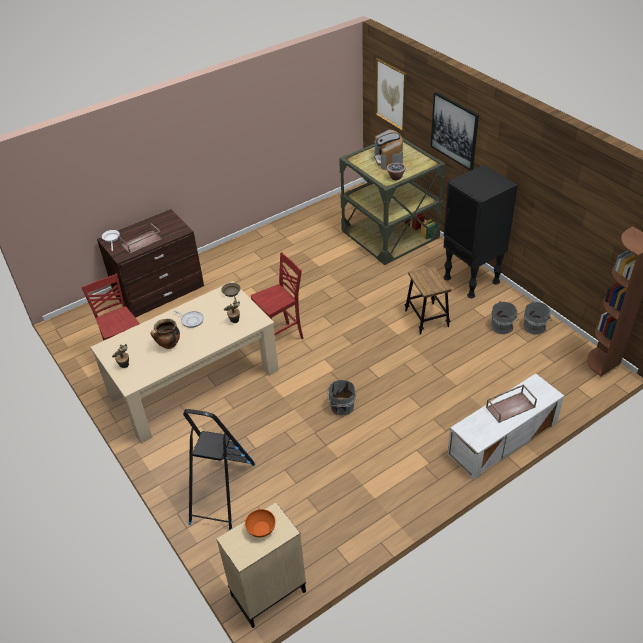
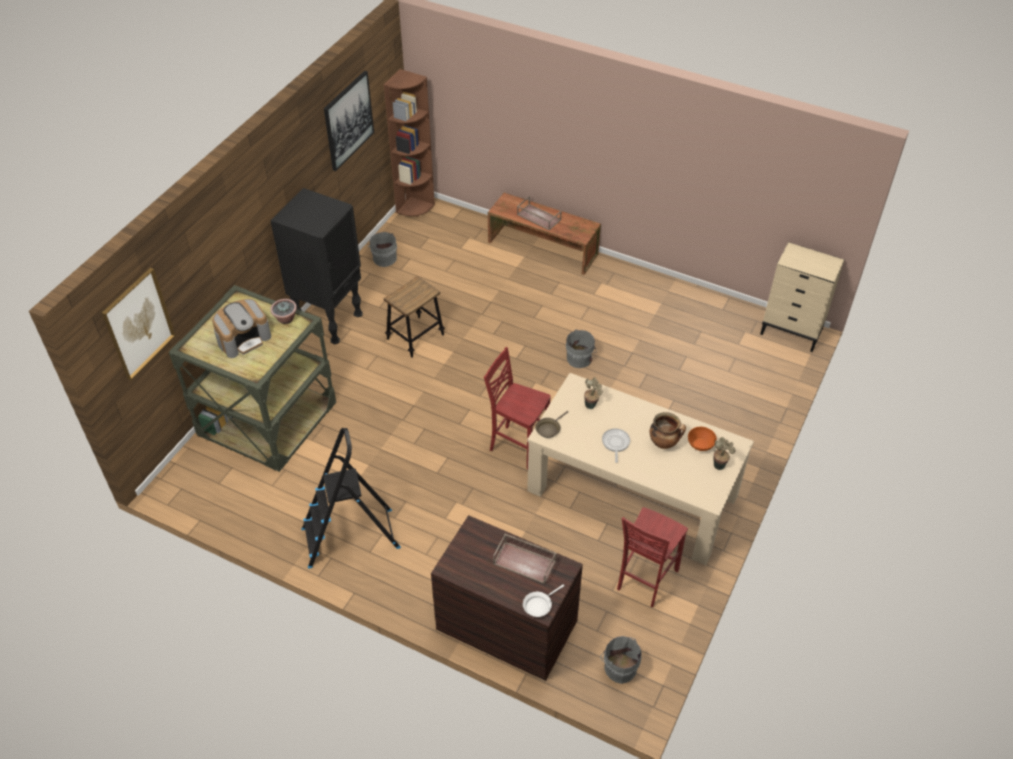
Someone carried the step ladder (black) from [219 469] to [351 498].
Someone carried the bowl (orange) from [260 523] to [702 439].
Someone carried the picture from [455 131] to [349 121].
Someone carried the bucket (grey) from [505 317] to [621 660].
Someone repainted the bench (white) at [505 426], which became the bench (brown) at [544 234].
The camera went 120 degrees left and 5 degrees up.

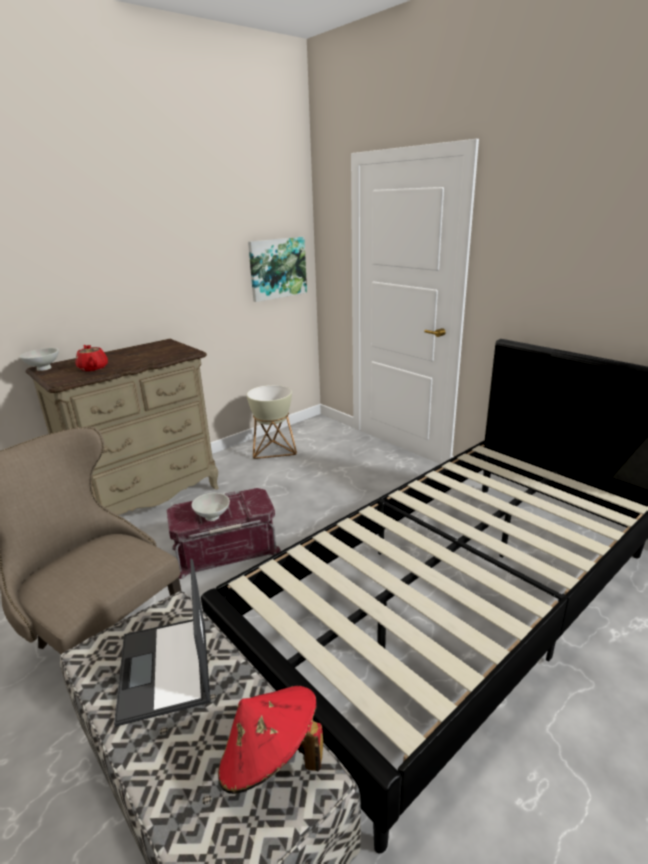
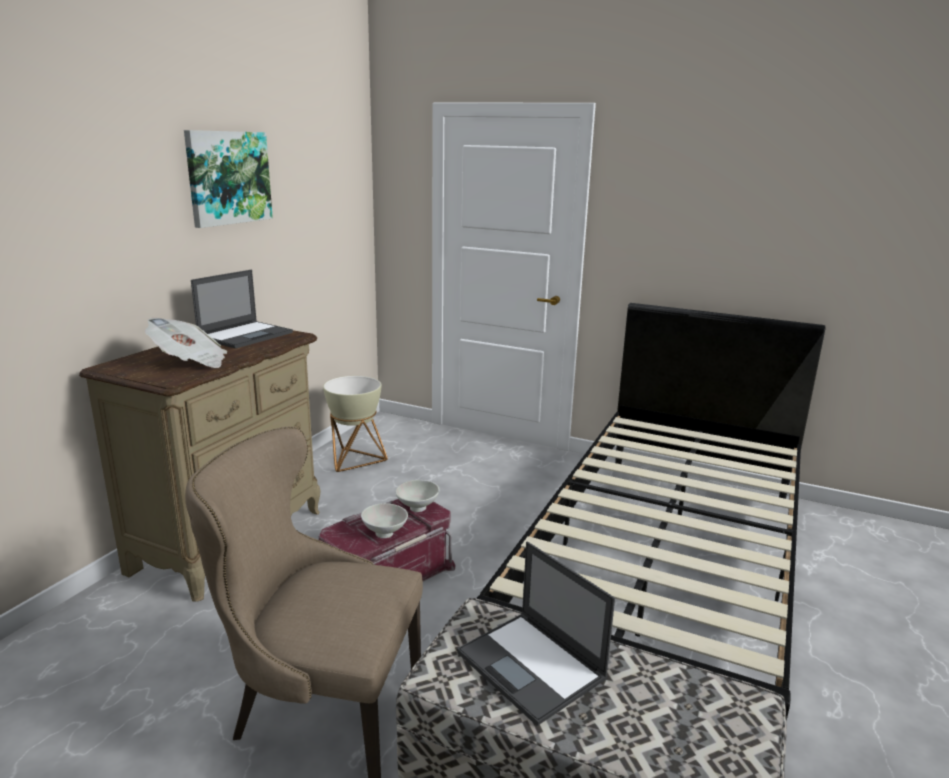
Someone took away the hat (red) at [270 740].
Someone put down the laptop at [242 309].
Someone carried the bowl (white) from [39 359] to [417 496].
Someone carried the picture from [277 269] to [228 179].
Someone swapped the teapot (red) at [91 358] for the newspaper at [186 342].
The camera went 25 degrees left and 5 degrees down.

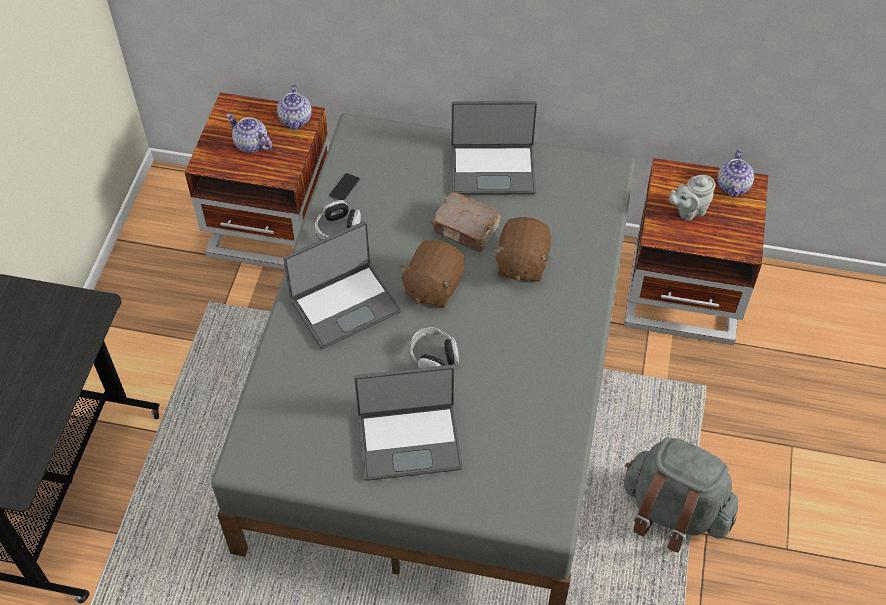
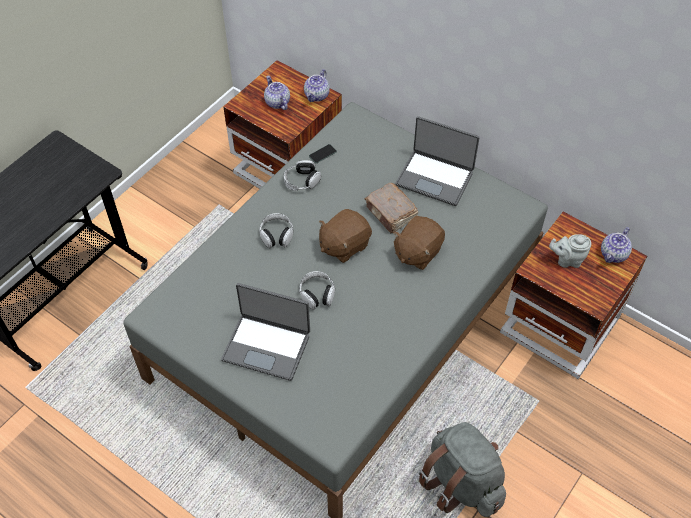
Someone swapped the laptop at [342 285] for the headphones at [276 230].
The camera went 25 degrees right and 0 degrees up.

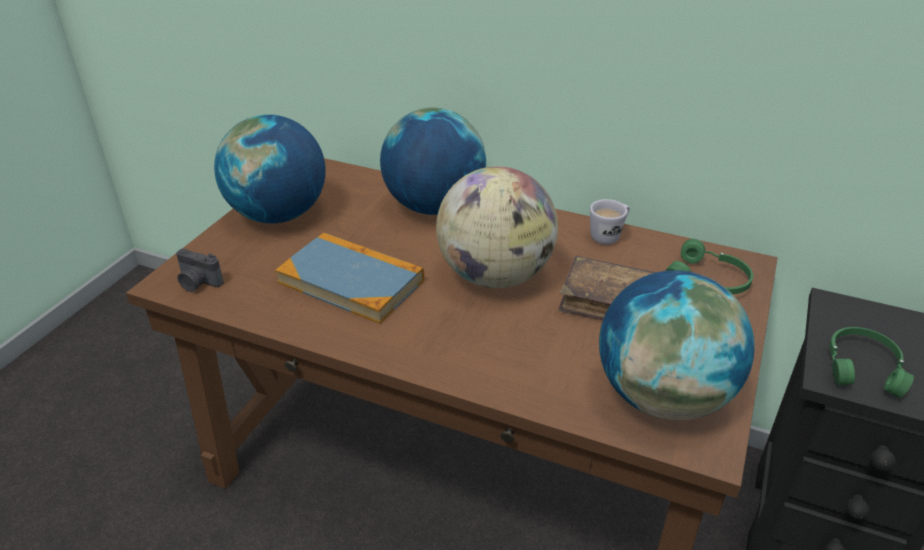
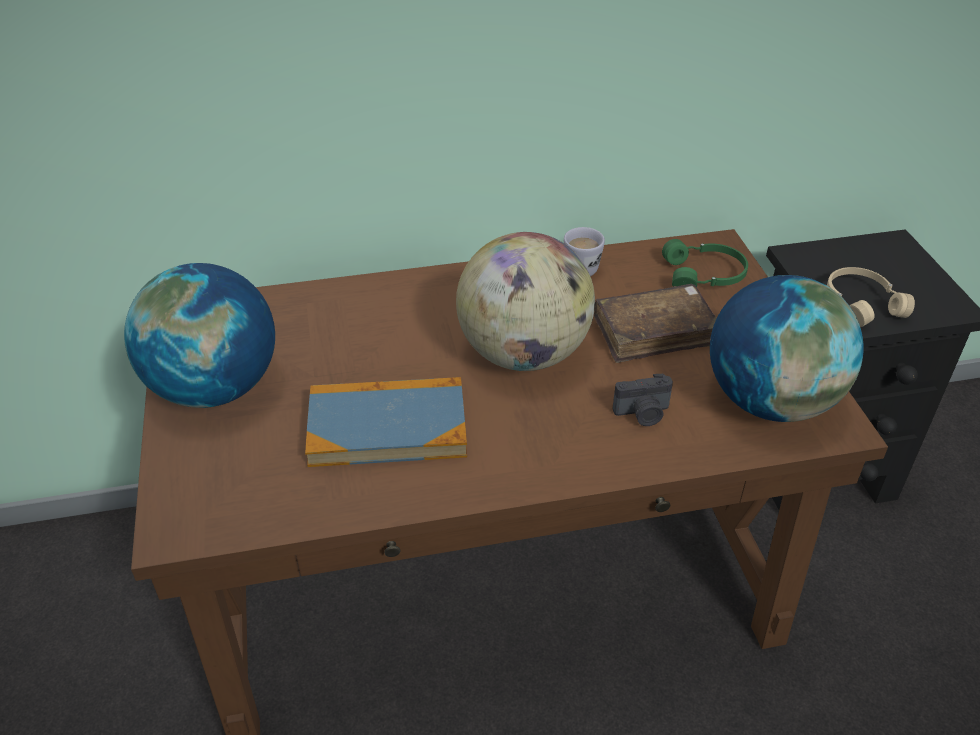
Someone took away the globe at [433 161].
Someone carried the photo camera from [200 270] to [643 400].
Someone repainted the headphones (green) at [871 362], which became the headphones (beige) at [871 297].
The camera went 35 degrees left and 5 degrees up.

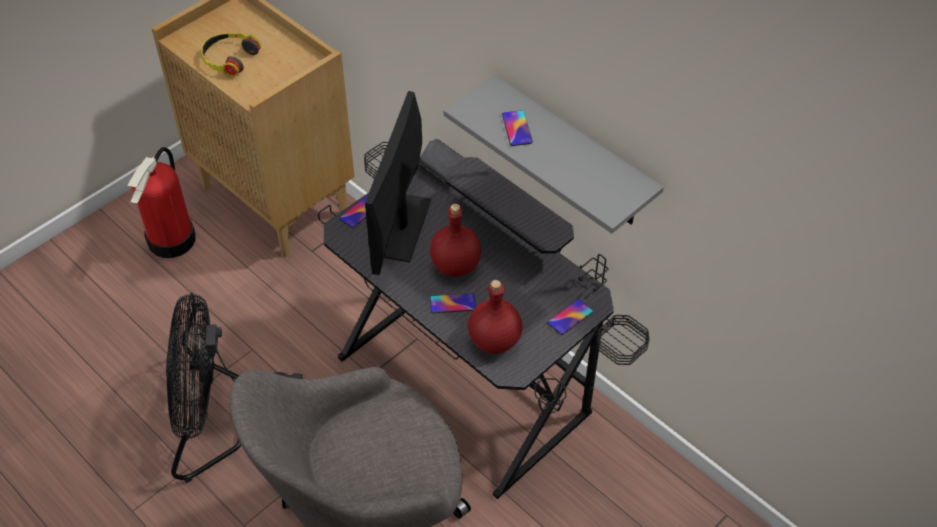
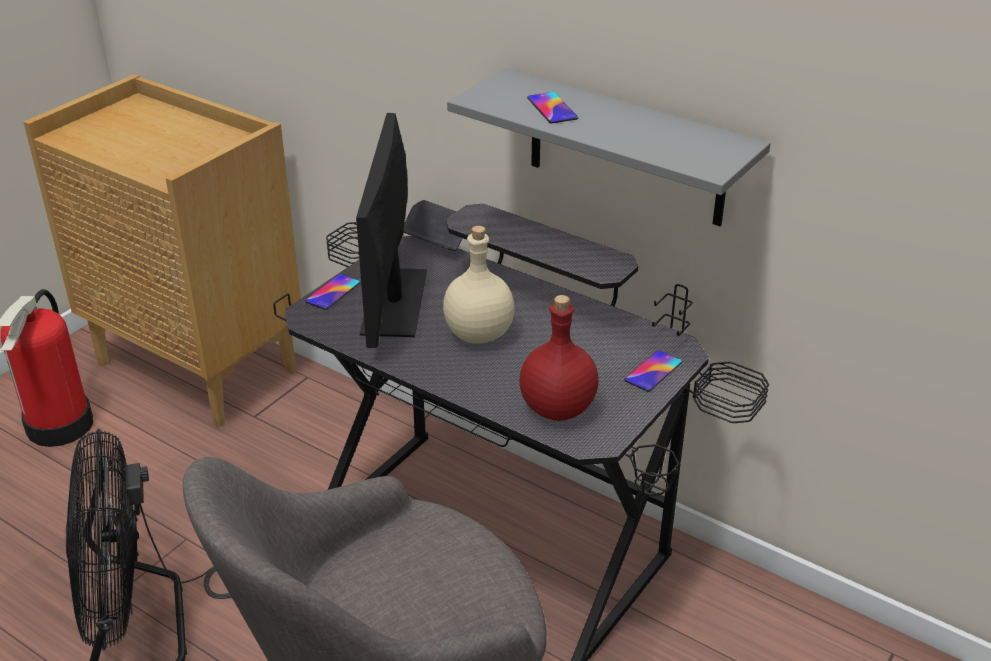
Someone took away the headphones at [231 55].
Someone took away the phone at [453 303].
Someone repainted the bottle (red) at [455 240], which became the bottle (beige) at [479 285].
The camera went 10 degrees left and 15 degrees down.

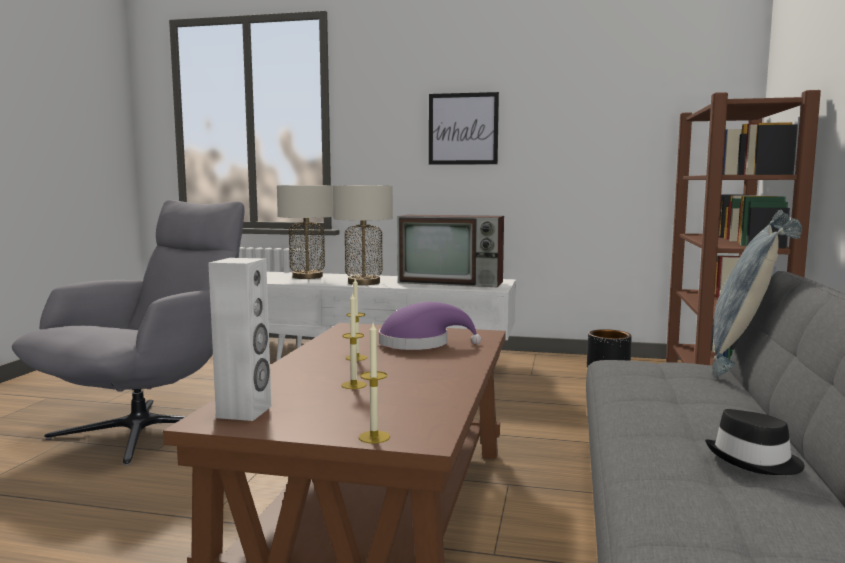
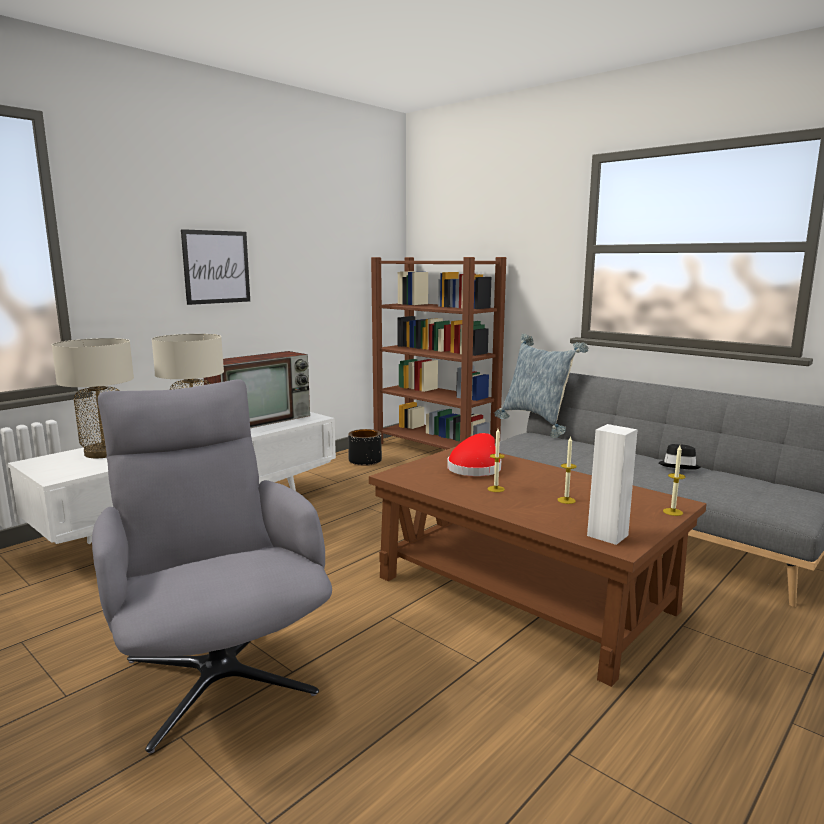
Someone repainted the hat (purple) at [430 326], which became the hat (red) at [474 454].
The camera went 60 degrees left and 5 degrees up.

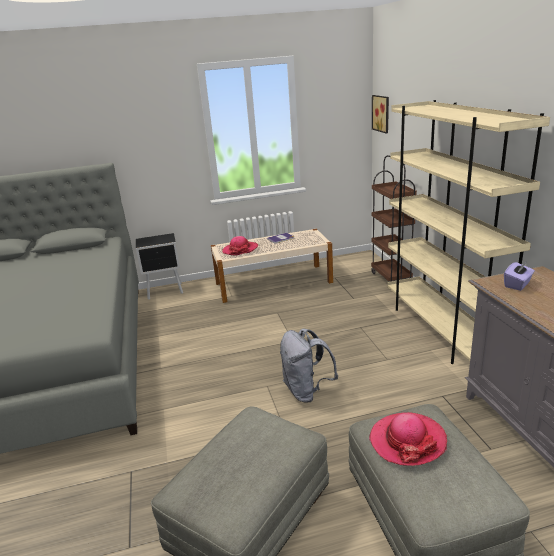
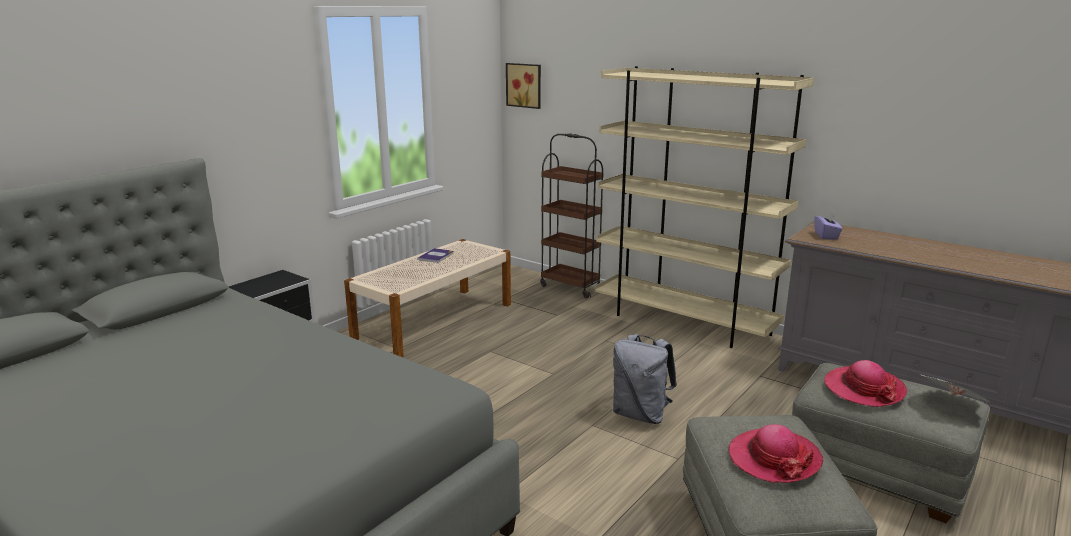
Someone put down the newspaper at [955 388].
Someone carried the hat from [240 245] to [776 453].
The camera went 40 degrees left and 5 degrees down.

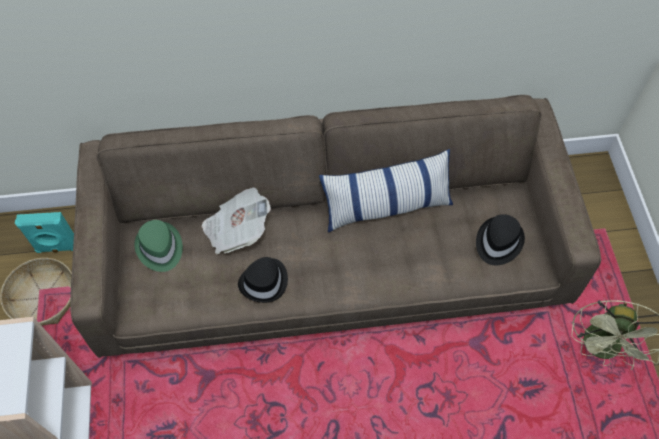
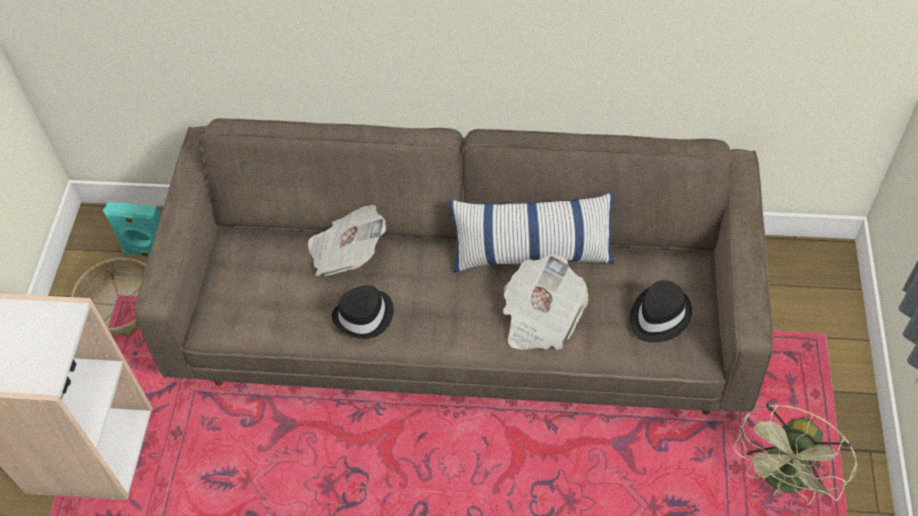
Someone took away the hat (green) at [158 246].
Someone put down the newspaper at [546 302].
The camera went 15 degrees right and 5 degrees down.

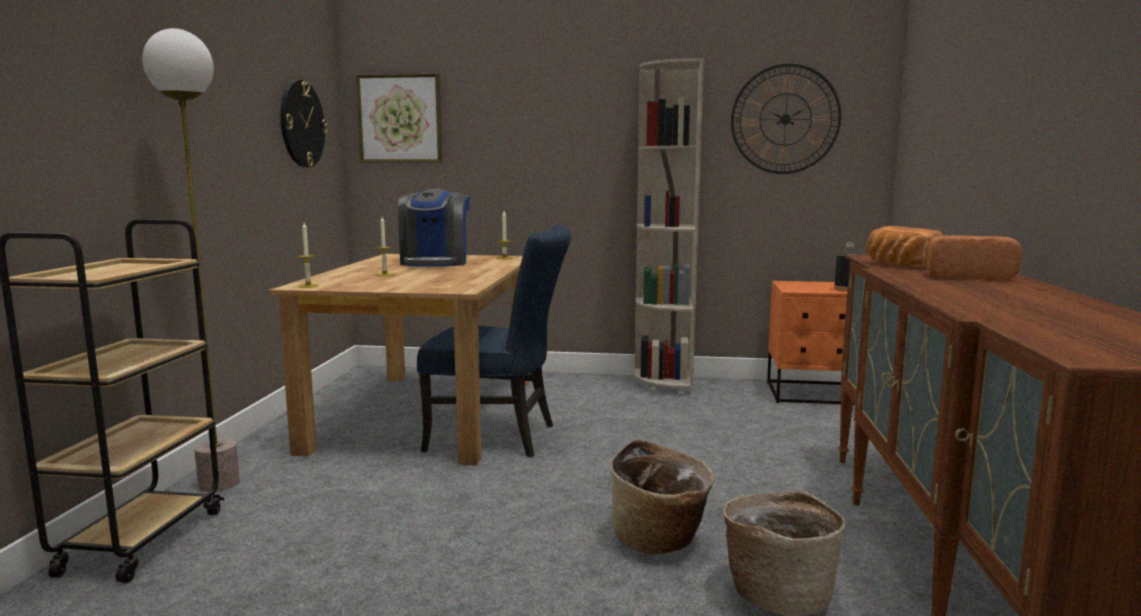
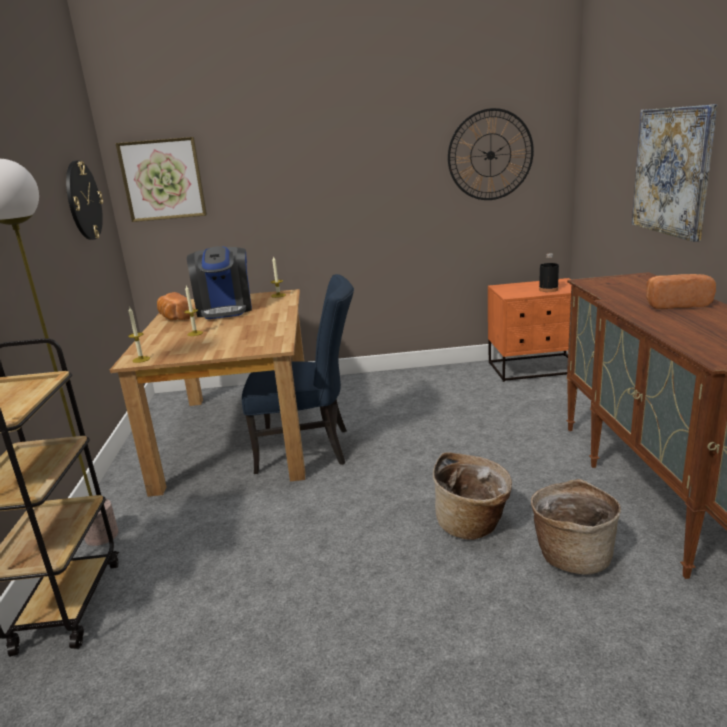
Someone took away the bookcase (beige) at [669 226].
Someone put up the picture at [674 173].
Someone carried the bread from [905 247] to [173 306].
The camera went 10 degrees left and 10 degrees up.

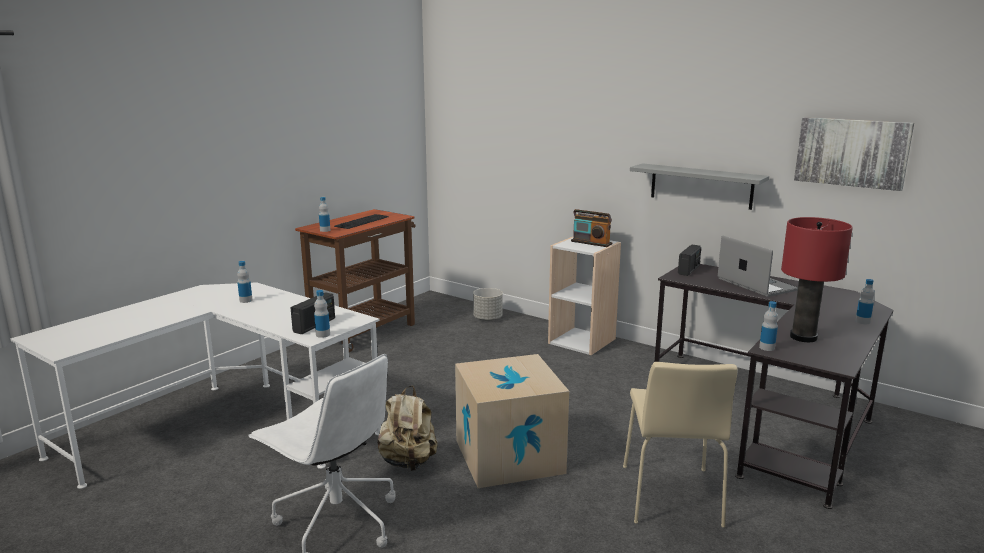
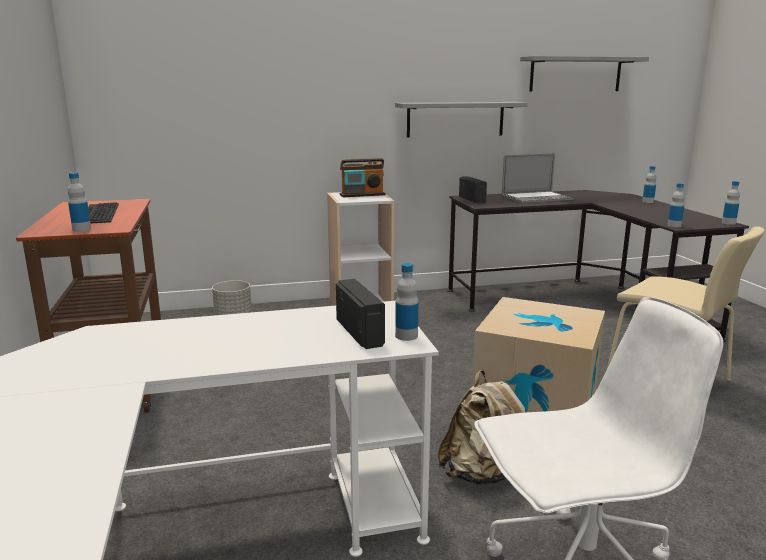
Someone took away the table lamp (red) at [817 279].
Someone carried the bottle from [244 282] to [731 203].
Someone swapped the picture at [854 154] for the shelf (grey) at [584 74].
Someone rotated the laptop at [758 266] by 150 degrees clockwise.
The camera went 50 degrees left and 0 degrees up.

